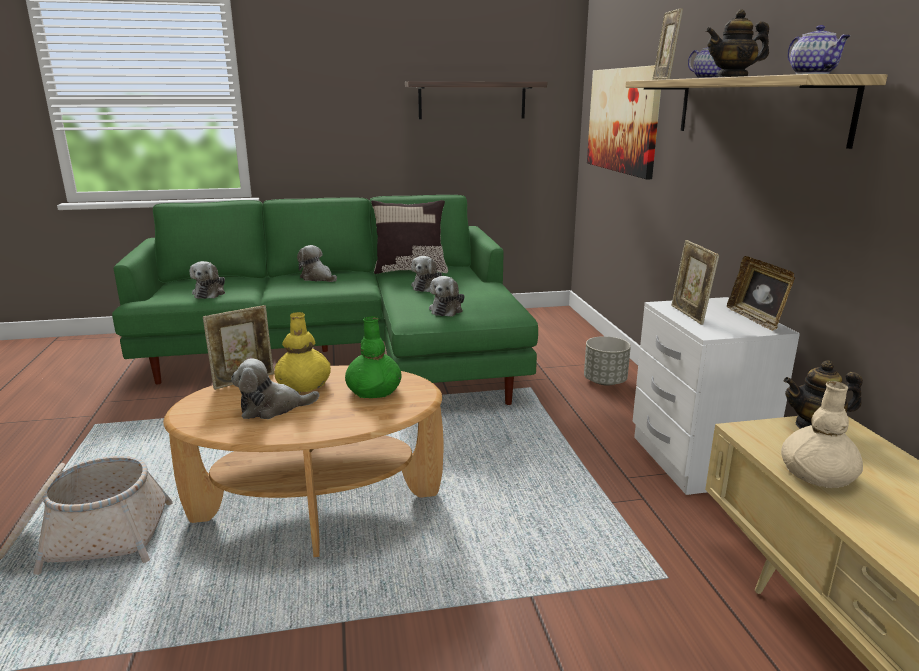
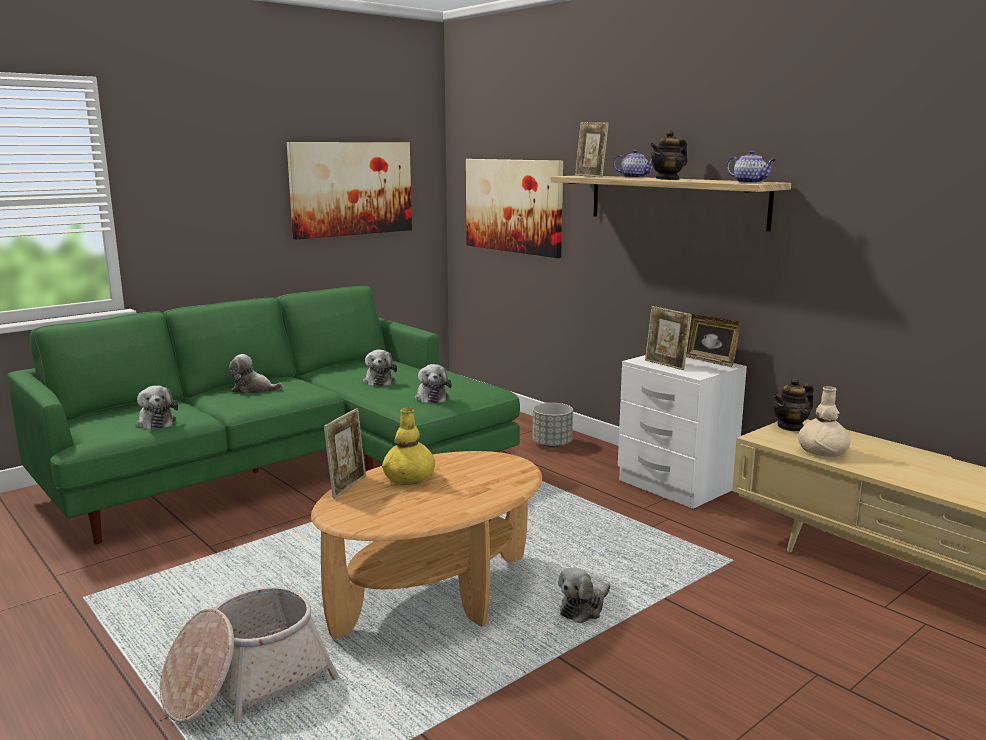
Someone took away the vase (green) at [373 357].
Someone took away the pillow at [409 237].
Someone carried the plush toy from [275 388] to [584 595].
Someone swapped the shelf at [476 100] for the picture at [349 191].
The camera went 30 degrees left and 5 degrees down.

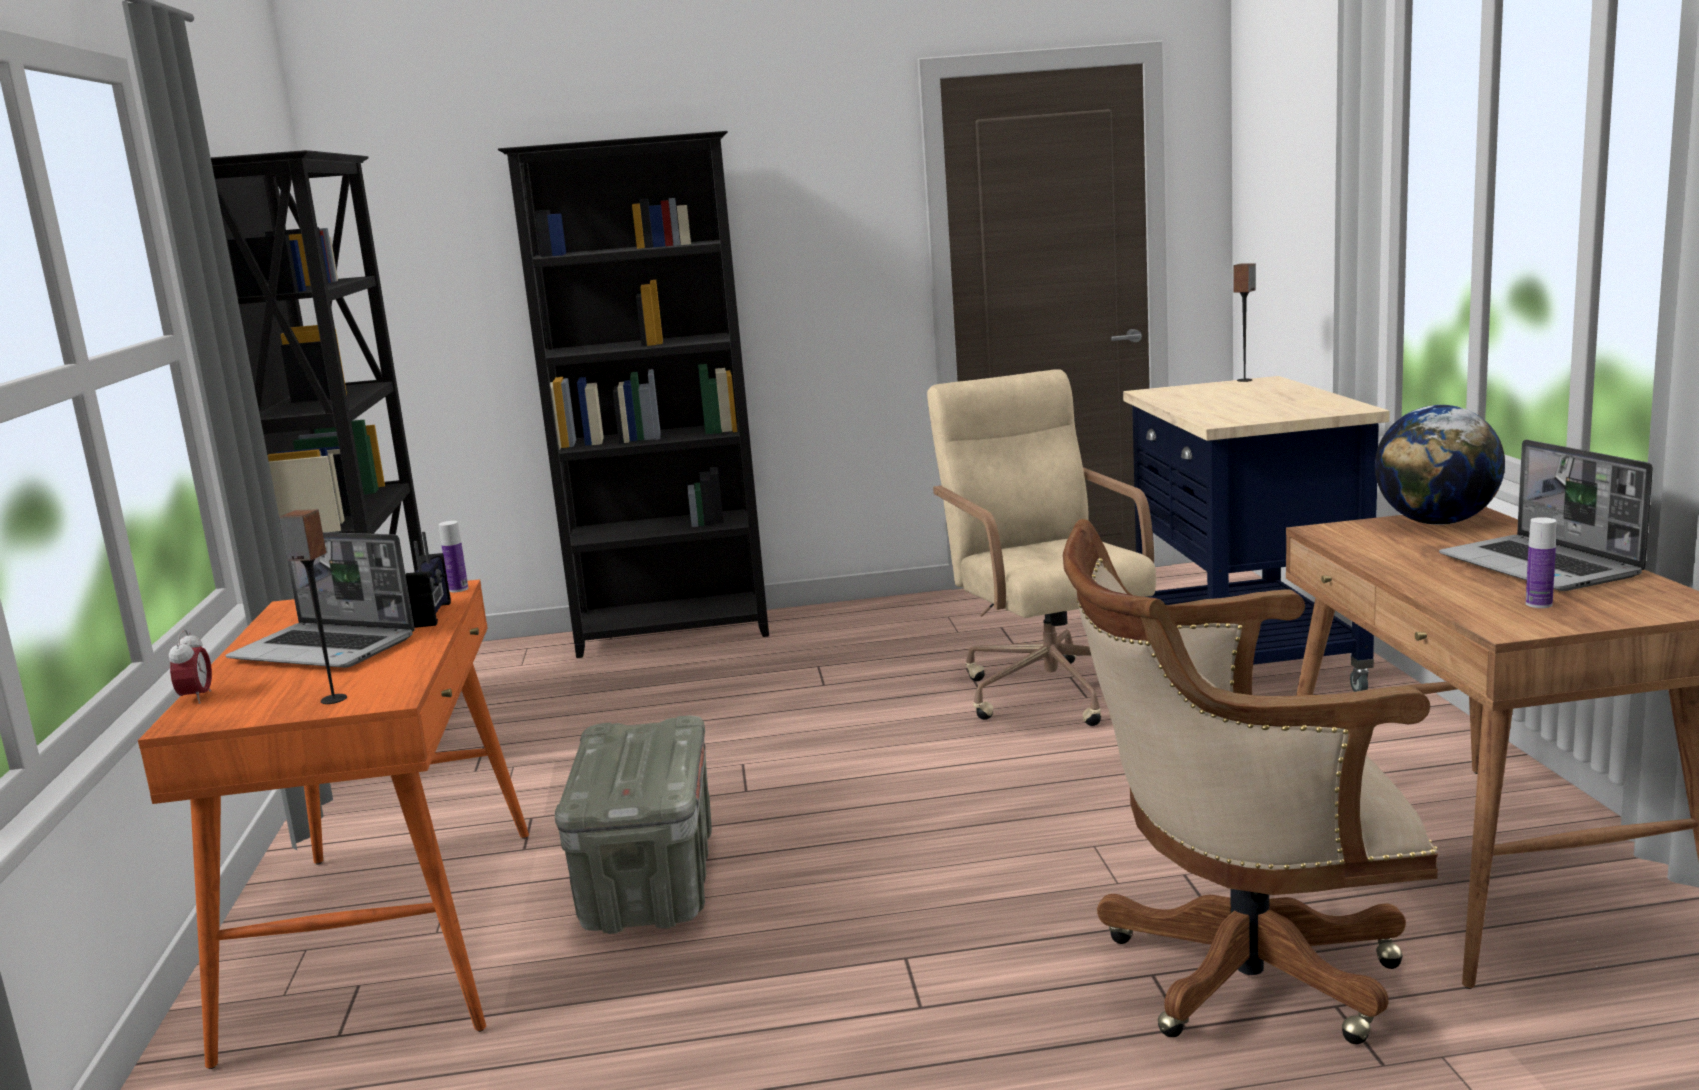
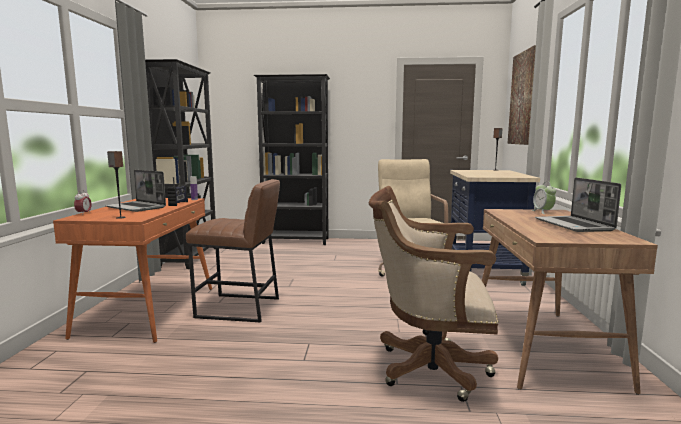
Someone took away the bottle at [1541 562].
Someone put up the picture at [522 95].
Someone swapped the storage box (grey) at [633 825] for the chair (brown) at [233 250].
Someone swapped the globe at [1440 465] for the alarm clock at [544 197].
The camera went 10 degrees right and 5 degrees down.

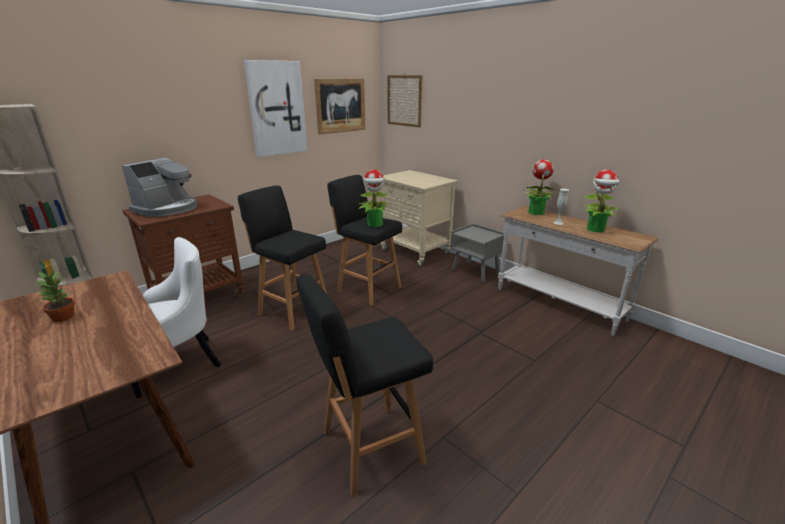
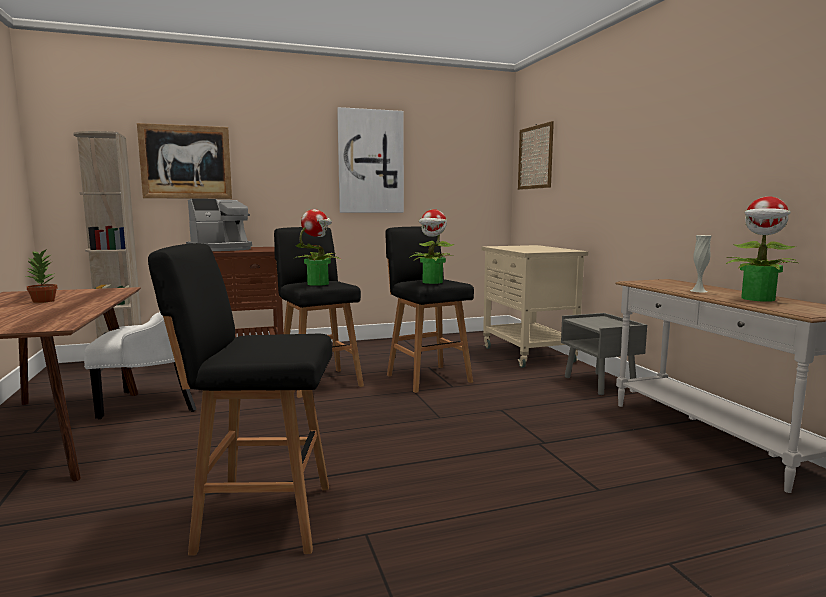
Someone carried the picture from [339 106] to [184 161].
Someone carried the potted plant from [540 187] to [318 247].
The camera went 25 degrees right and 15 degrees down.

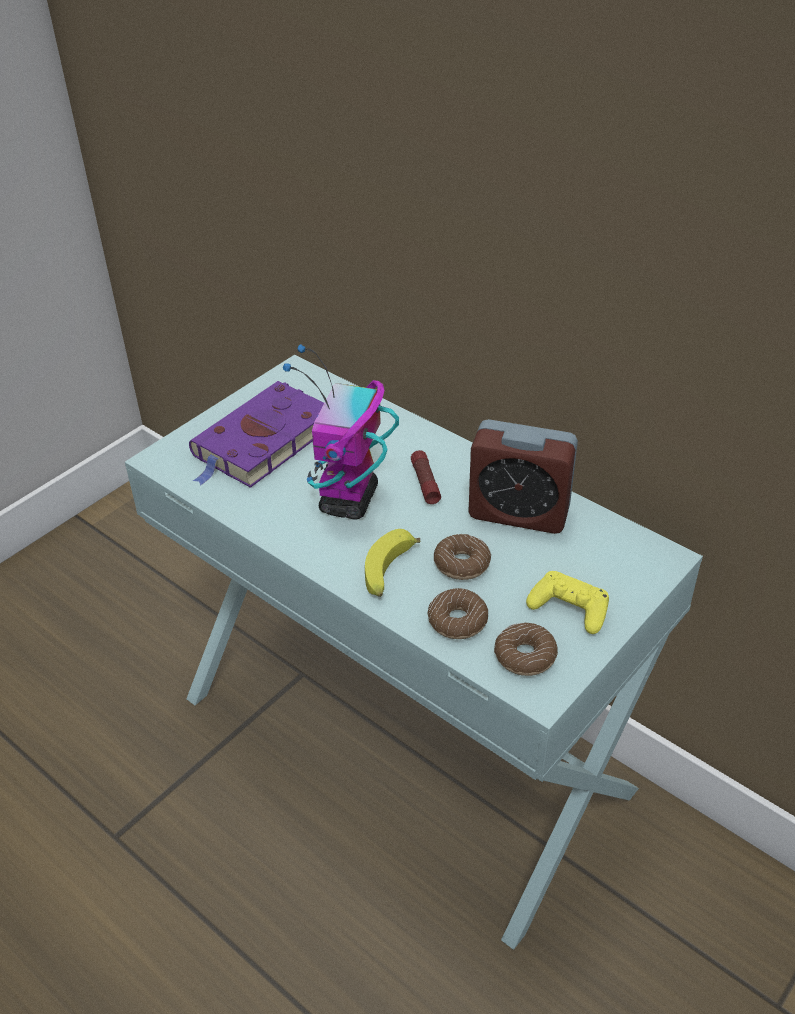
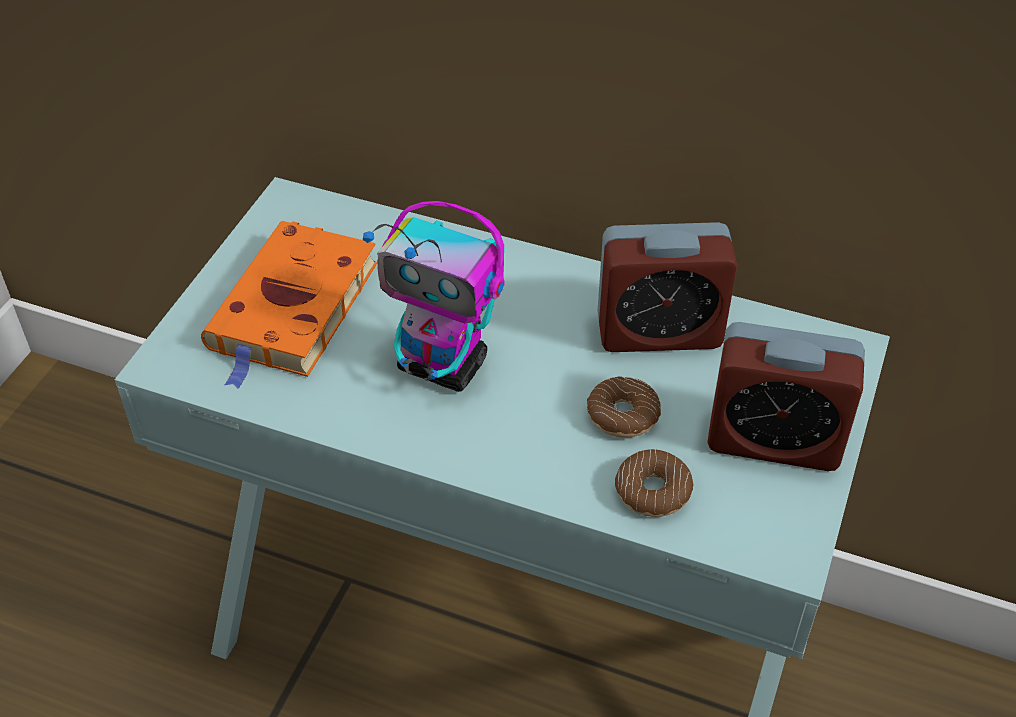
Someone took away the banana at [392 563].
Someone took away the flashlight at [426 477].
Someone took away the donut at [526 649].
Someone swapped the game controller (yellow) at [567 602] for the alarm clock at [786 396].
Someone repainted the book (purple) at [256 434], which became the book (orange) at [289 305].
Someone rotated the toy robot at [341 431] by 60 degrees counterclockwise.
The camera went 20 degrees left and 5 degrees up.

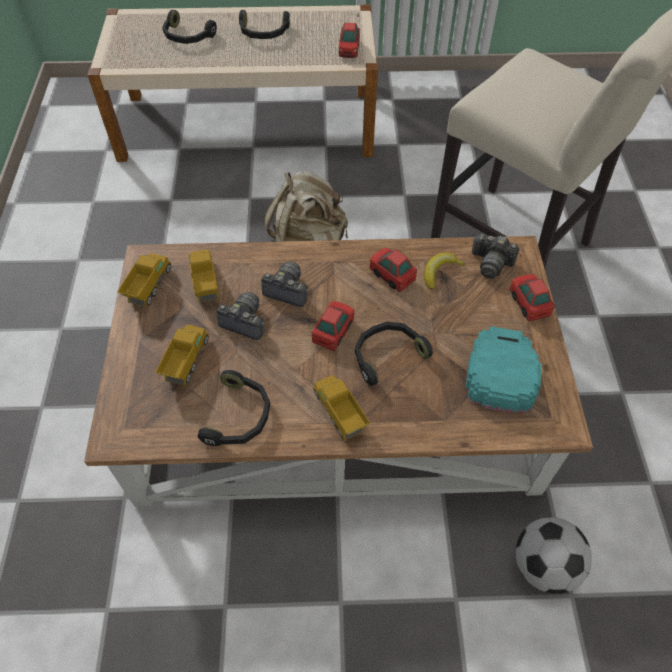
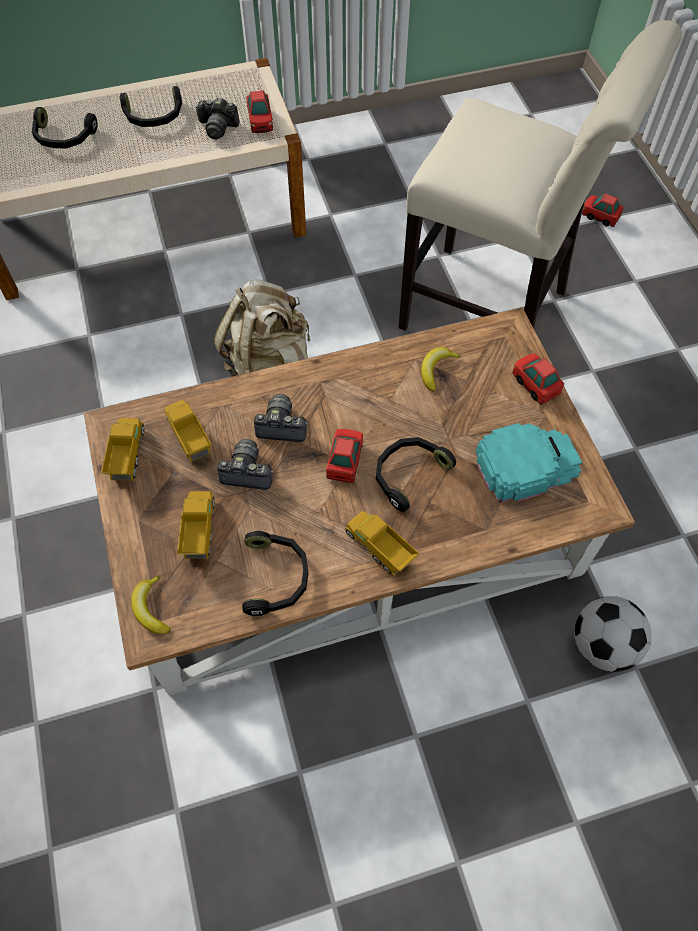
Someone put down the banana at [150 604].
Someone carried the toy car from [393 270] to [603 210].
Someone carried the photo camera from [495 256] to [217 118].
Someone rotated the cap (turquoise) at [503 369] by 75 degrees clockwise.
The camera went 15 degrees left and 5 degrees up.

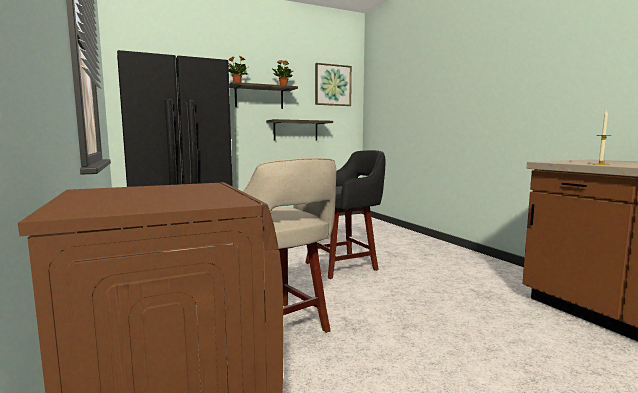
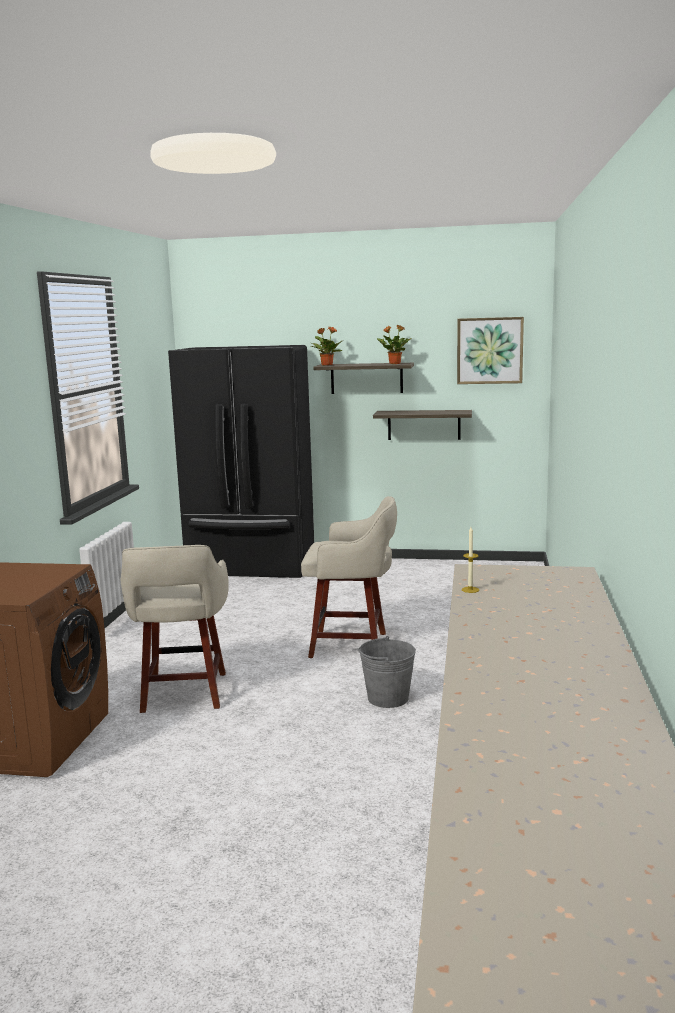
Someone put down the bucket (grey) at [387 672].
Someone repainted the stool (black) at [345 214], which became the stool (beige) at [349 577].
The camera went 35 degrees right and 5 degrees up.

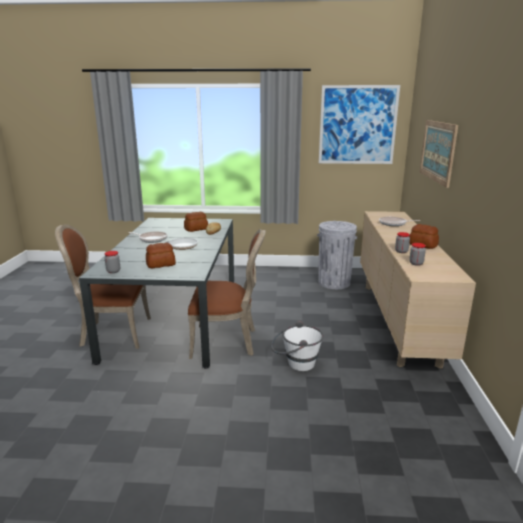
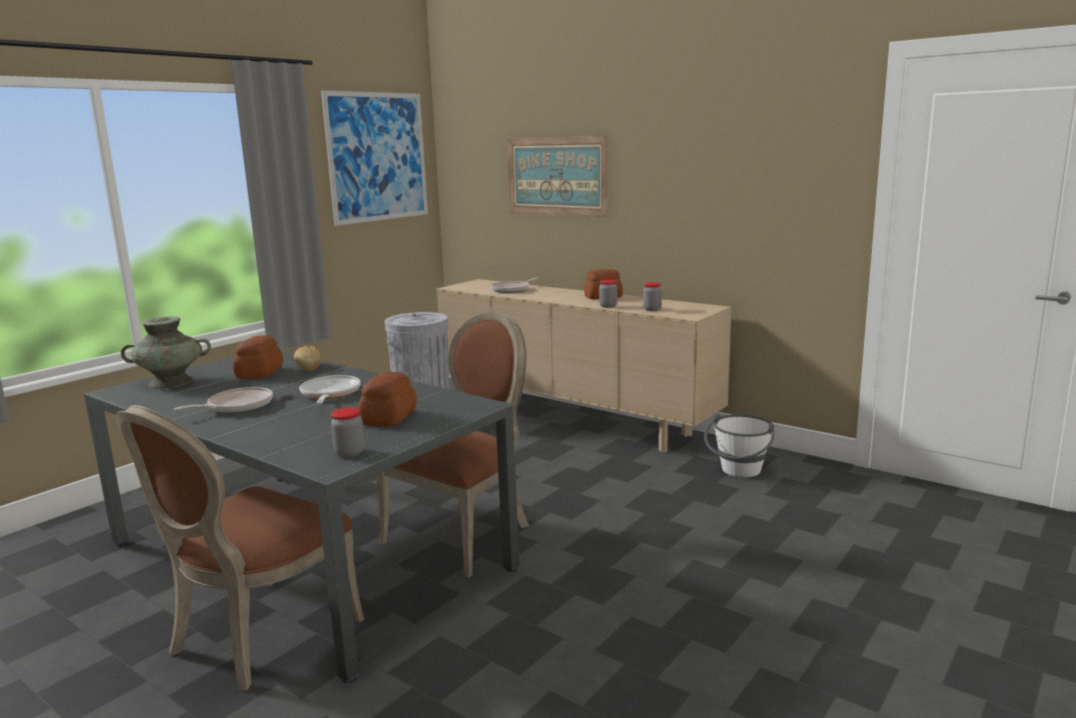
Someone put down the vase (turquoise) at [166 352].
Someone carried the bucket (white) from [297 346] to [739 445].
The camera went 55 degrees left and 5 degrees down.

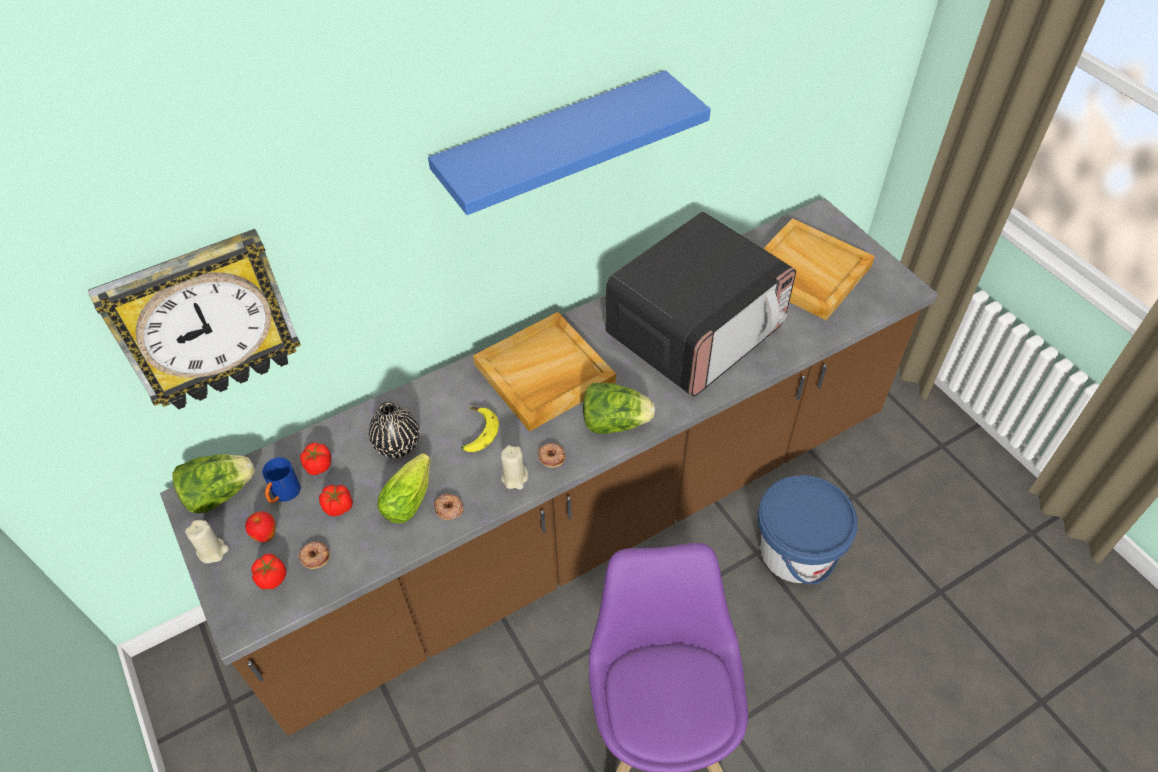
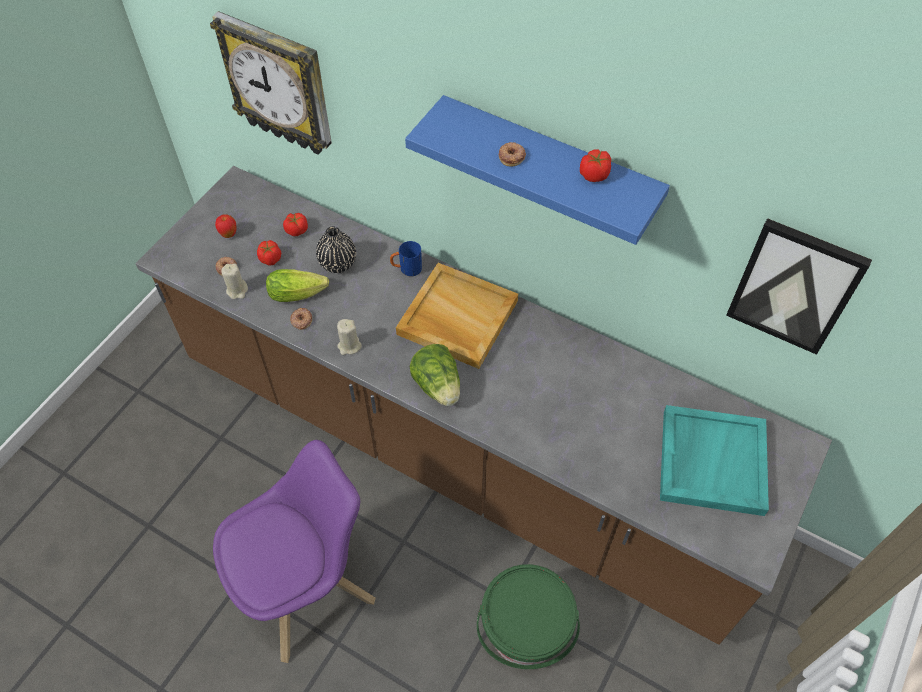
Someone took away the lettuce at [213 484].
Someone took away the banana at [480 429].
Someone took away the microwave at [701 304].
Someone put up the picture at [799 286].
Someone carried the candle (beige) from [207 542] to [234 281].
Someone carried the tomato from [268 571] to [595 165].
Someone carried the mug (blue) from [281 480] to [406 259].
Someone carried the donut from [551 455] to [512 154].
Someone repainted the bucket (blue) at [808 529], which became the bucket (green) at [528 616].
Someone repainted the tray (beige) at [819 269], which became the tray (turquoise) at [714 460].
The camera went 60 degrees right and 5 degrees up.

